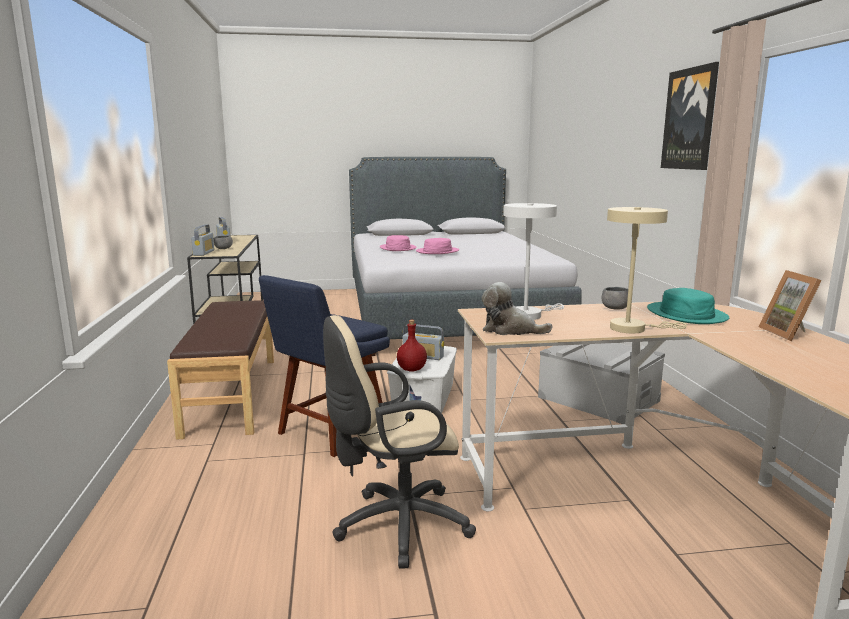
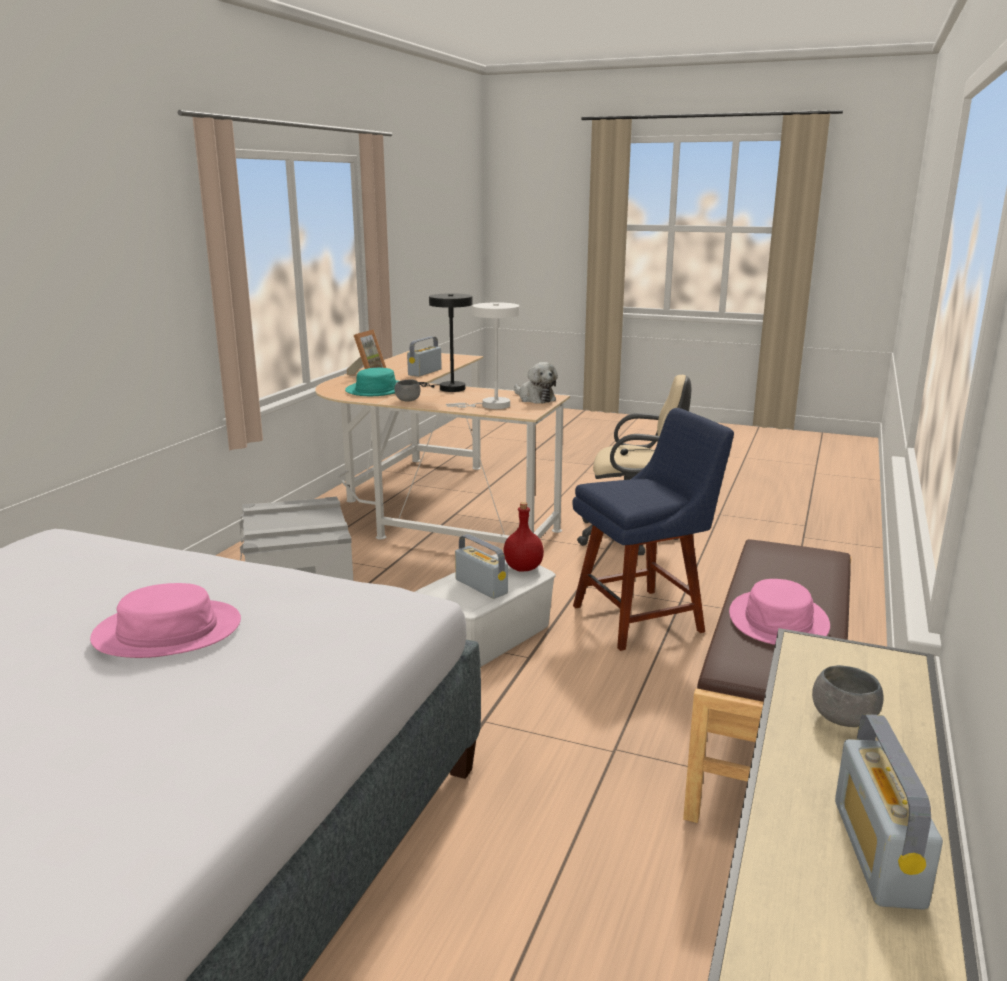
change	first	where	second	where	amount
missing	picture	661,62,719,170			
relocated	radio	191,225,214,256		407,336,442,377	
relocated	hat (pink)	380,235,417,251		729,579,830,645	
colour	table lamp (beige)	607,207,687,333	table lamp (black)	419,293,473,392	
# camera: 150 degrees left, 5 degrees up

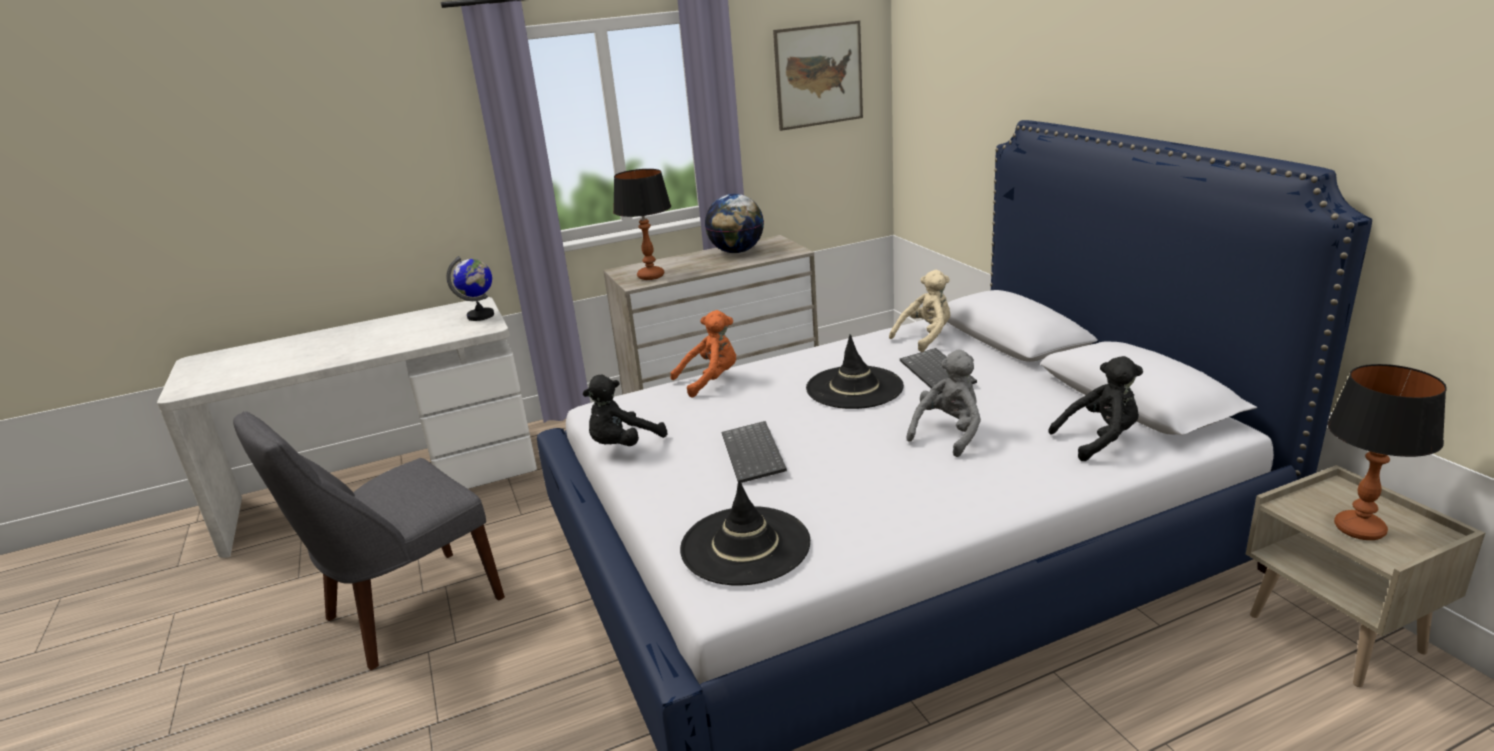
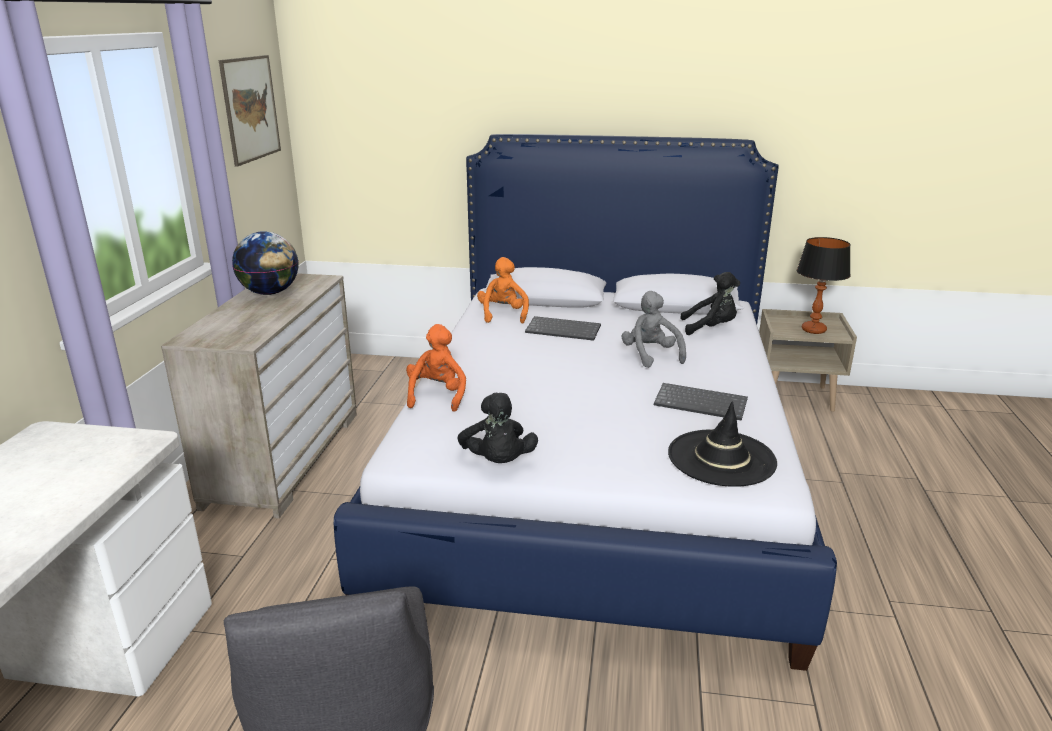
change	first	where	second	where	amount
missing	globe	446,256,494,321			
missing	table lamp	613,169,671,280			
missing	hat (black)	806,334,904,409			
relocated	keyboard	721,421,787,483		654,383,748,421	
colour	plush toy (beige)	889,270,950,352	plush toy (orange)	477,257,529,323	
spun	plush toy (black)	1048,356,1143,461		680,272,740,335	75 degrees clockwise
# camera: 60 degrees left, 0 degrees up

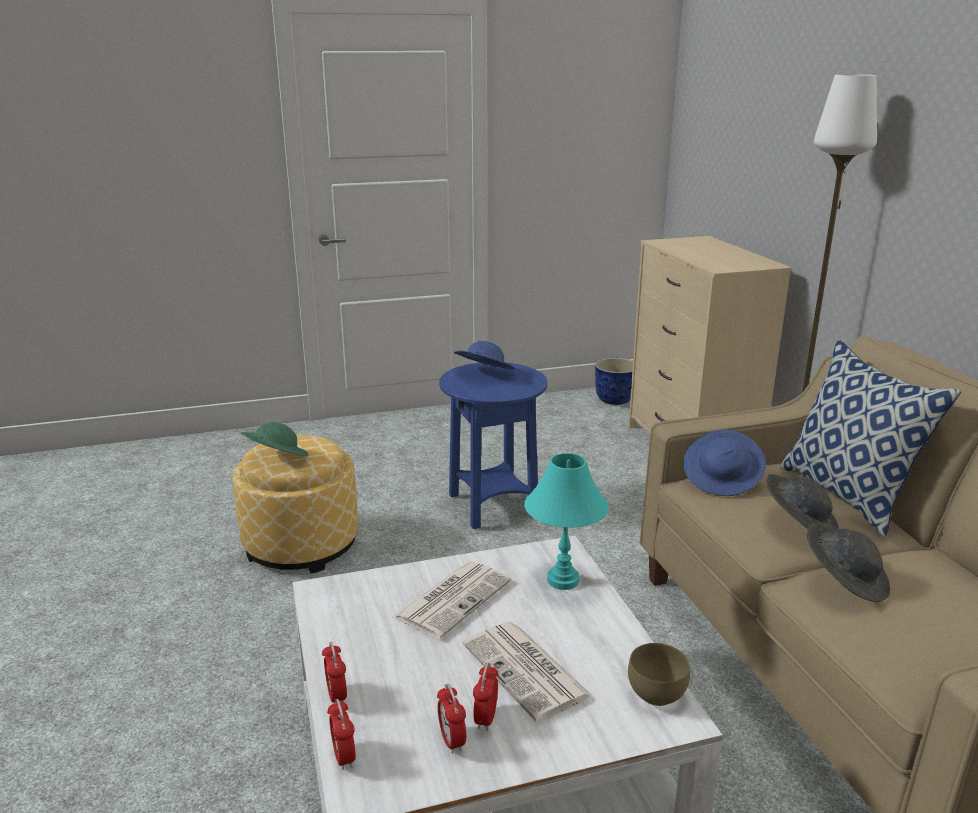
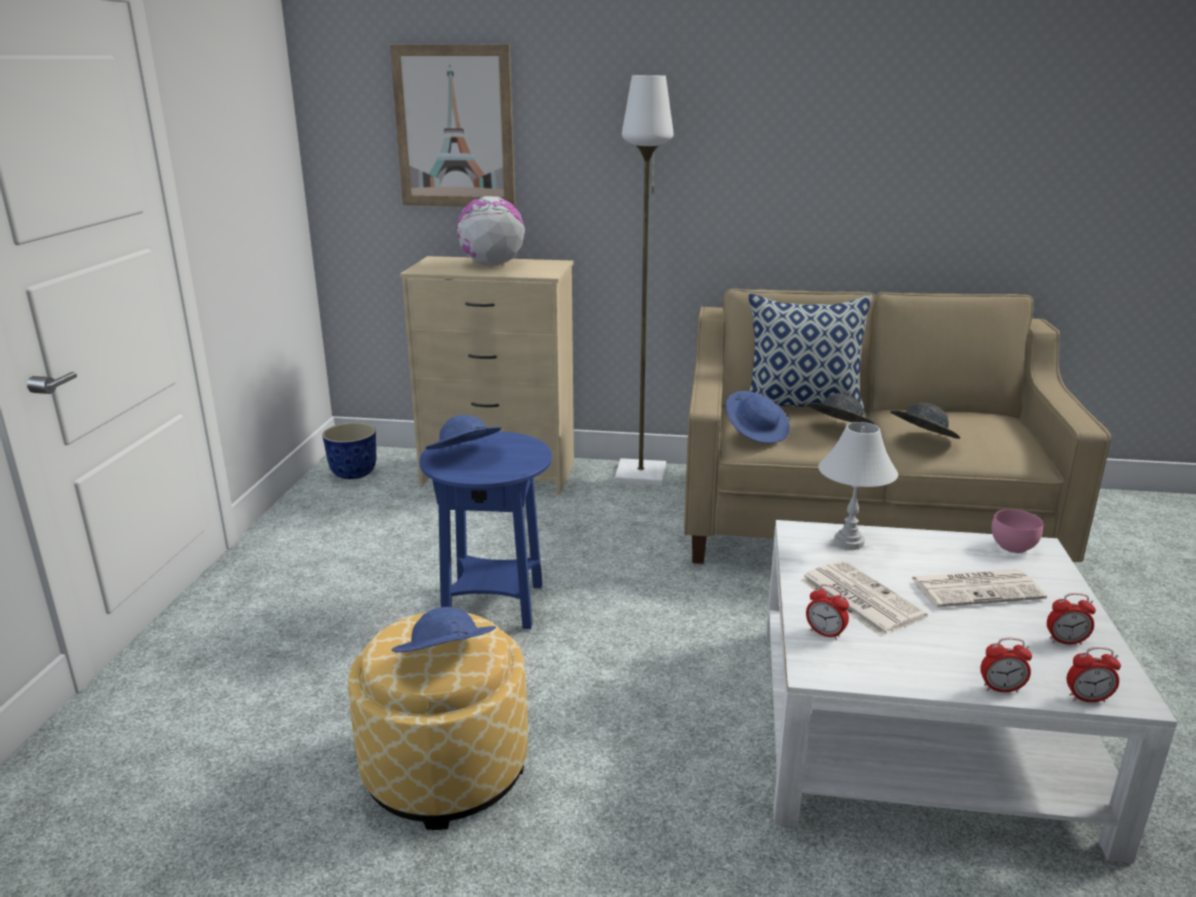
change	first	where	second	where	amount
appeared			picture	390,45,515,207	
appeared			globe	457,196,525,266	
relocated	alarm clock	473,663,499,731		806,584,849,640	
colour	hat (green)	241,422,309,456	hat (blue)	392,607,496,653	
colour	table lamp (turquoise)	524,453,609,590	table lamp (white)	818,422,898,550	
colour	bowl (brown)	628,643,690,706	bowl (pink)	991,509,1043,553	
# camera: 65 degrees left, 0 degrees up

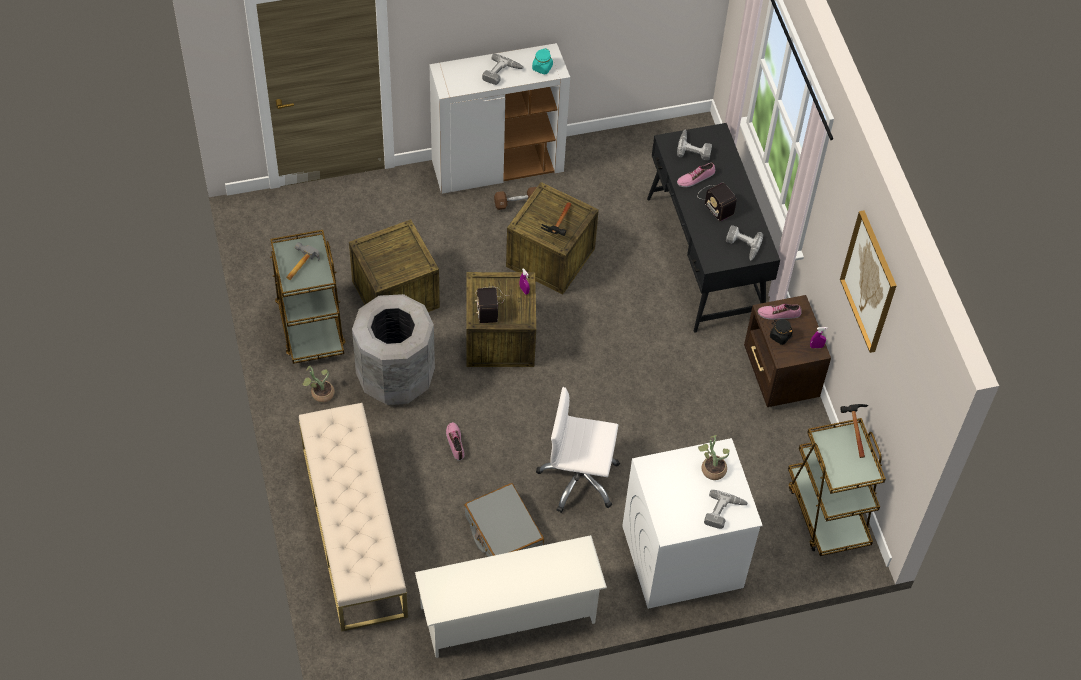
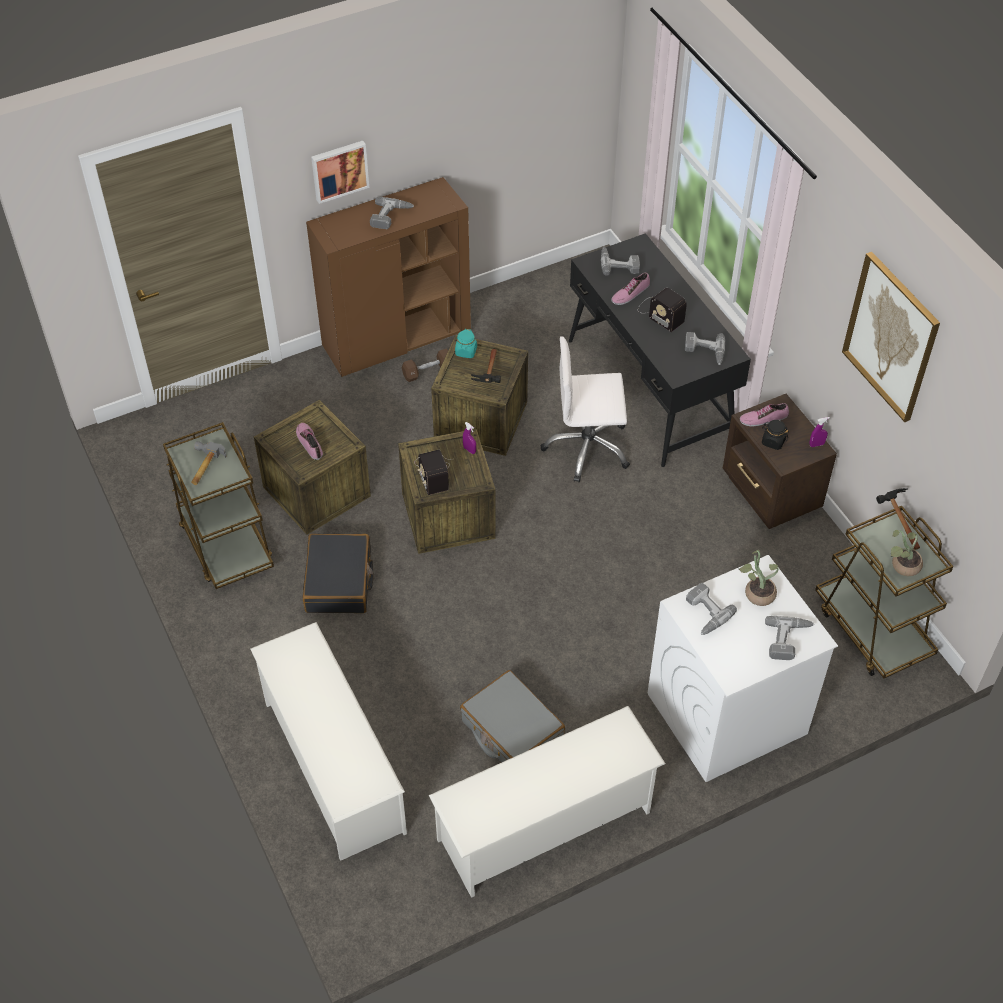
change	first	where	second	where	amount
appeared			picture	311,141,369,204	
appeared			power drill	686,583,737,635	
relocated	potted plant	302,366,335,403		890,530,923,577	
relocated	shoe	446,422,465,461		296,423,323,460	
relocated	jar (turquoise)	532,48,553,75		455,329,477,358	
relocated	office chair (white)	536,387,620,513		541,336,630,482	
exchanged	bench (beige)	299,403,408,632	shoe rack (white)	251,622,407,861	
exchanged	trash can (grey)	352,294,435,405	suitcase (black)	303,534,373,613	
colour	cabinet (white)	429,43,570,194	cabinet (brown)	306,177,471,377	
# camera: 10 degrees left, 5 degrees down

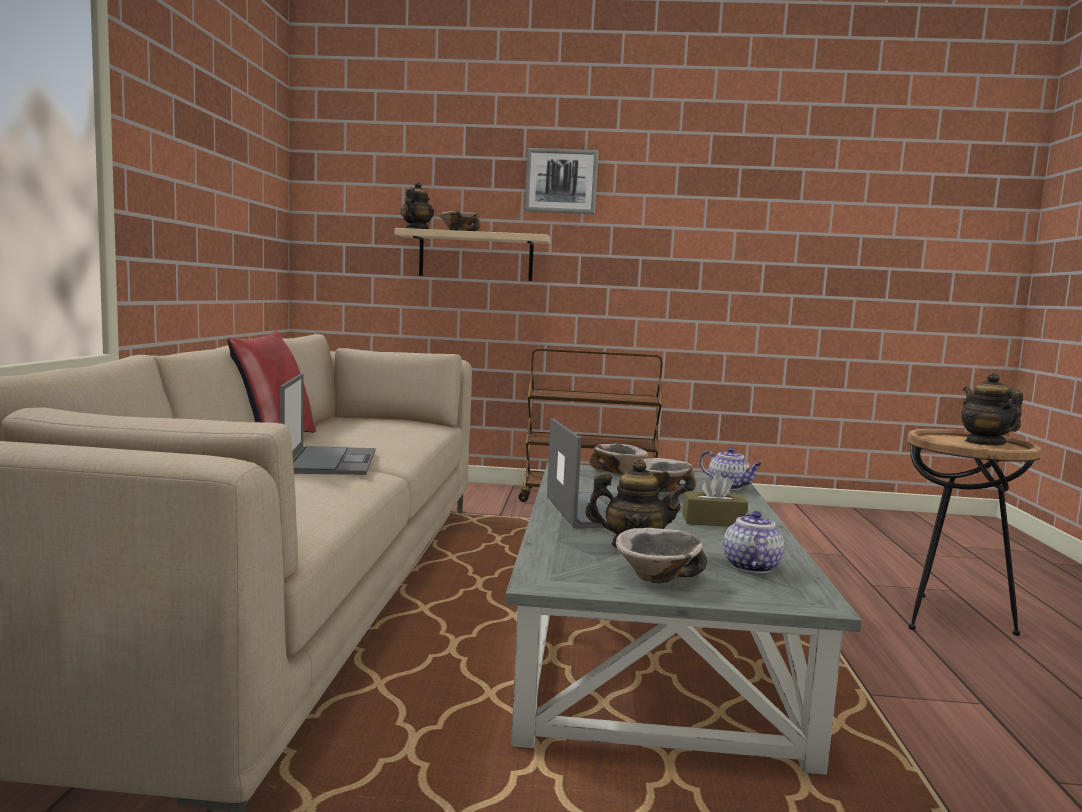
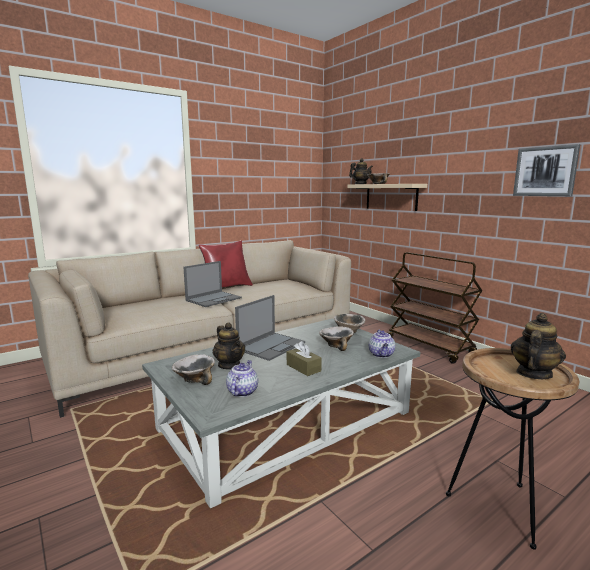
change	first	where	second	where	amount
relocated	picture	525,148,598,214		513,144,580,196	
spun	teapot	723,511,784,573		226,360,258,397	45 degrees counterclockwise
# camera: 50 degrees right, 5 degrees up

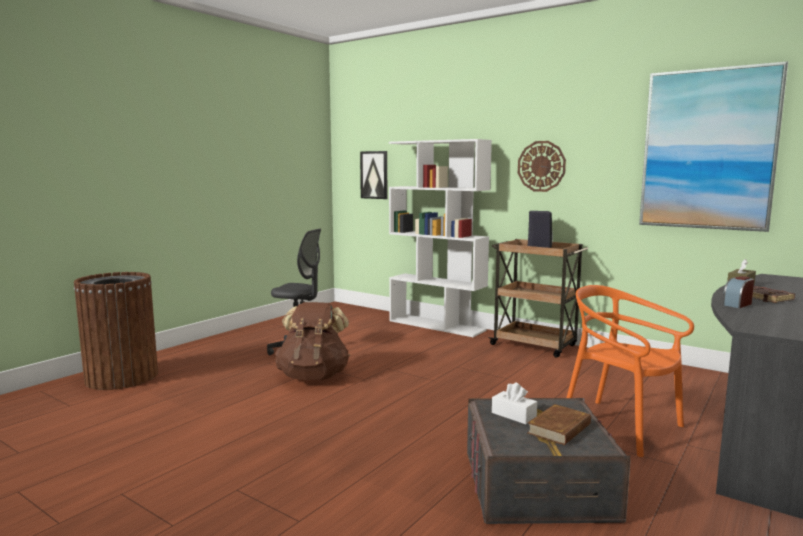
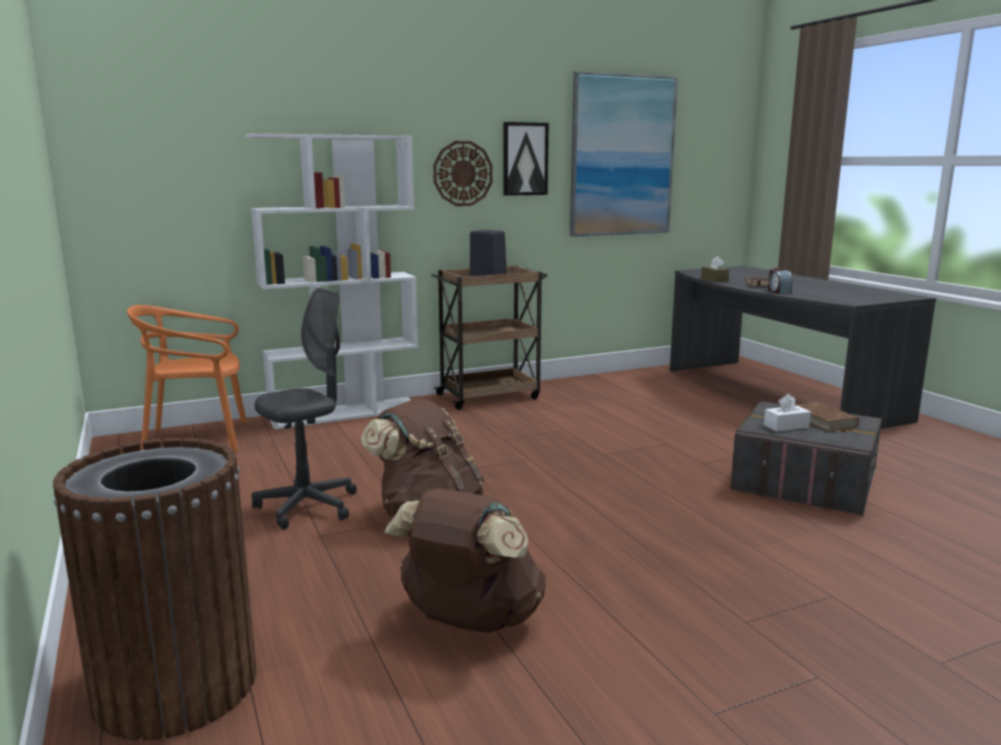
change	first	where	second	where	amount
appeared			backpack (brown)	384,488,546,633	
relocated	picture	360,151,387,199		503,122,549,196	
relocated	chair (orange)	567,285,694,457		127,305,247,452	
# camera: 60 degrees left, 5 degrees up

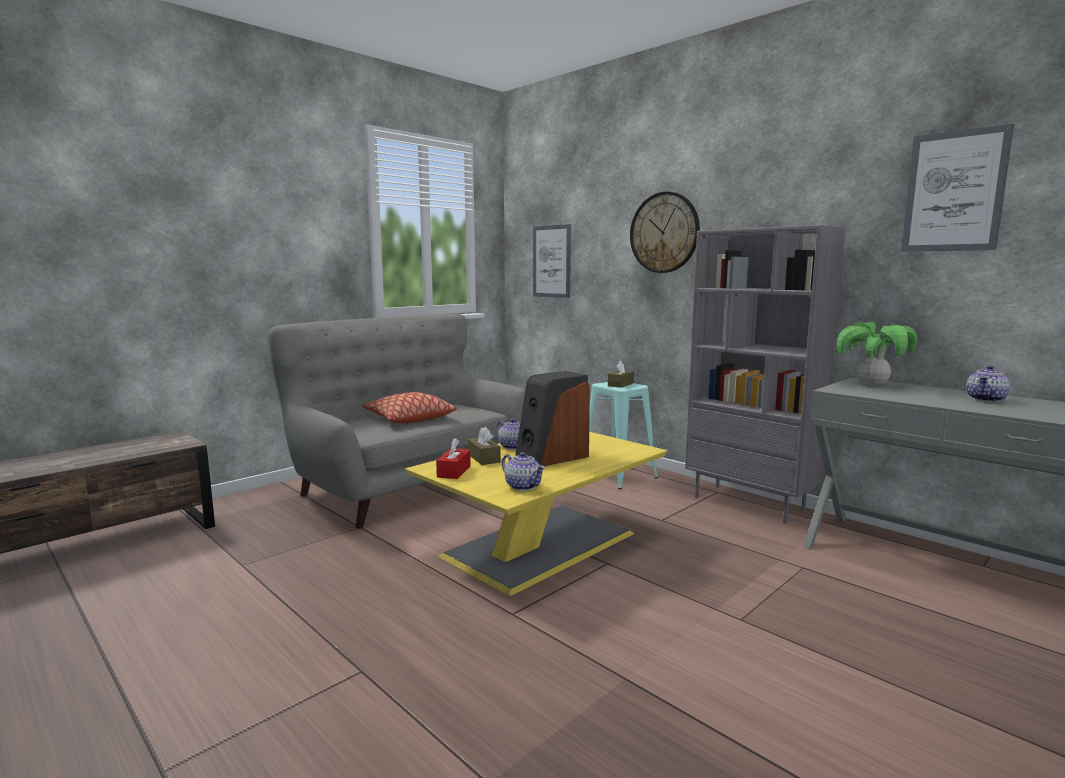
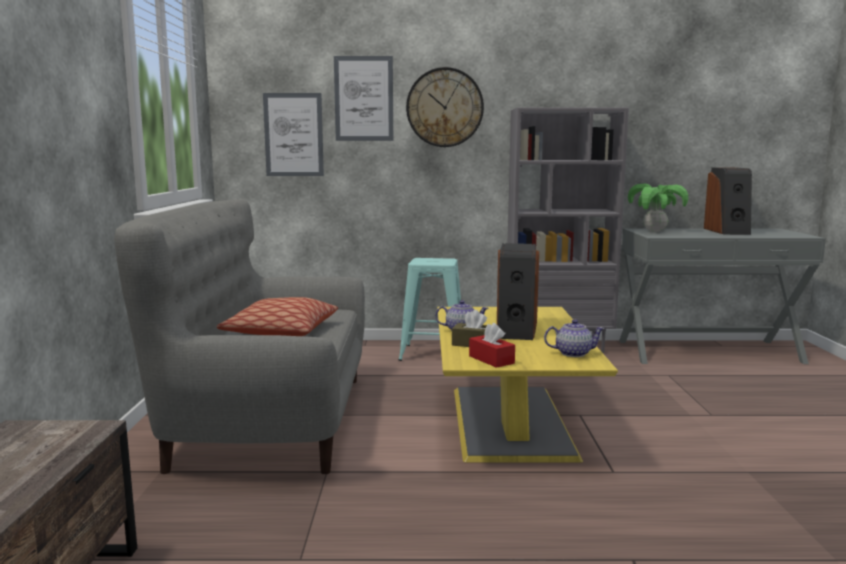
change	first	where	second	where	amount
missing	tissue box (brown)	608,360,634,388			
relocated	picture	901,123,1014,252		334,56,393,141	
exchanged	teapot	966,365,1010,402	speaker	704,168,752,235	
# camera: 45 degrees left, 0 degrees up

